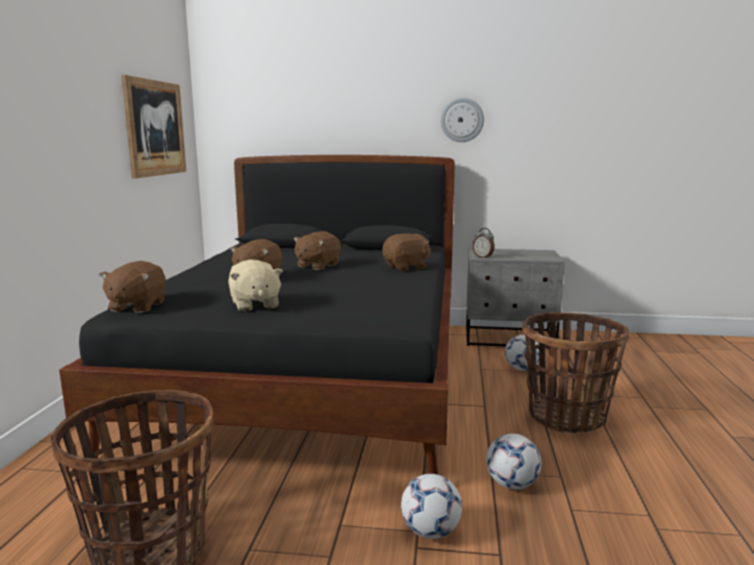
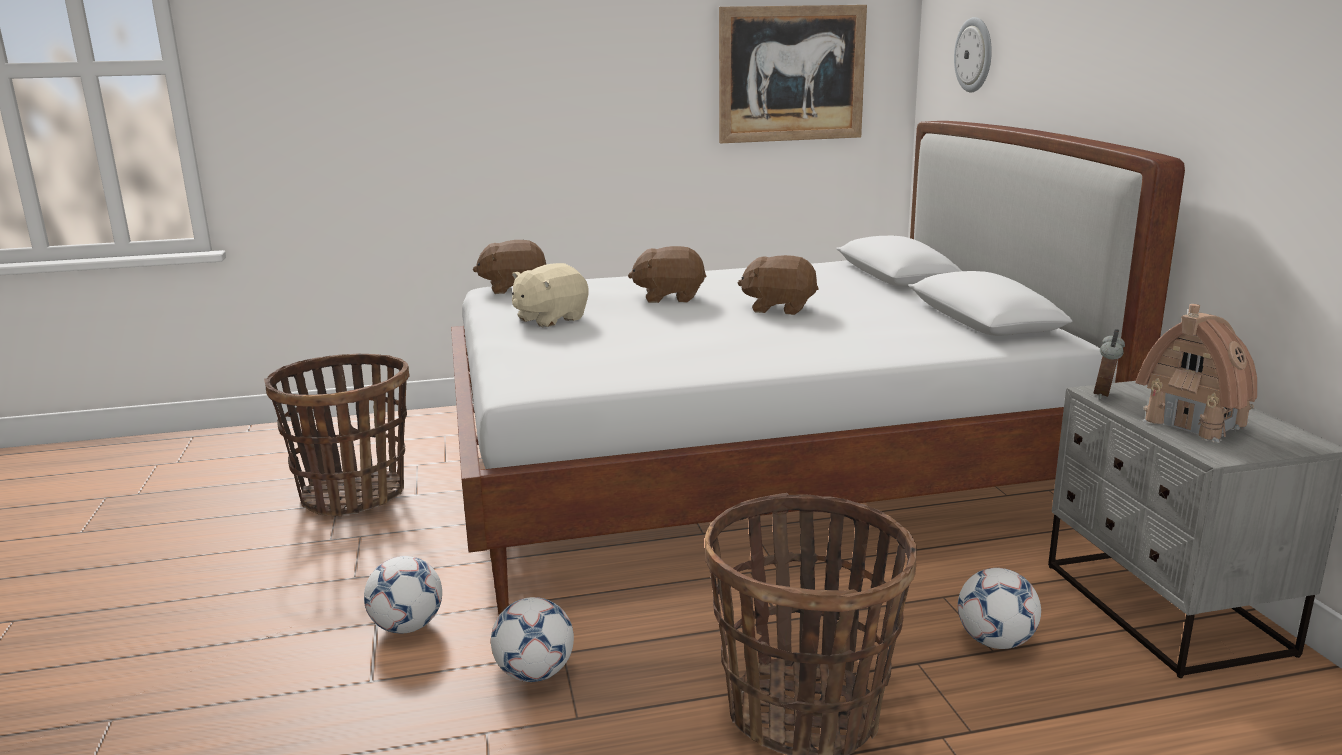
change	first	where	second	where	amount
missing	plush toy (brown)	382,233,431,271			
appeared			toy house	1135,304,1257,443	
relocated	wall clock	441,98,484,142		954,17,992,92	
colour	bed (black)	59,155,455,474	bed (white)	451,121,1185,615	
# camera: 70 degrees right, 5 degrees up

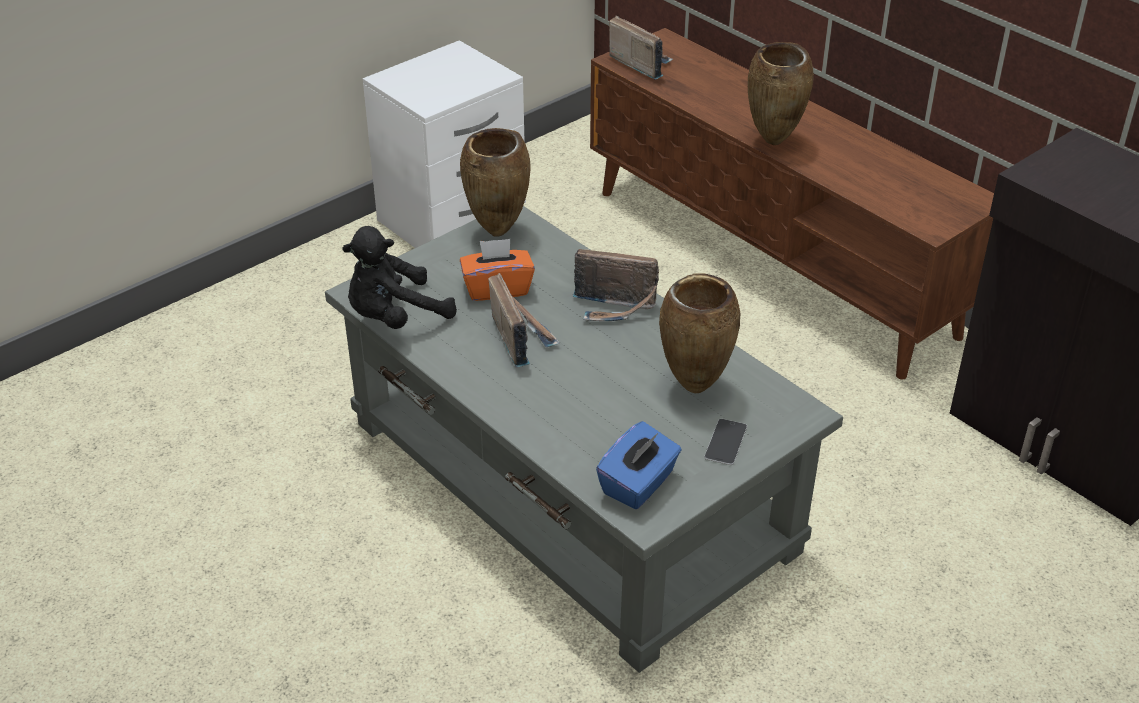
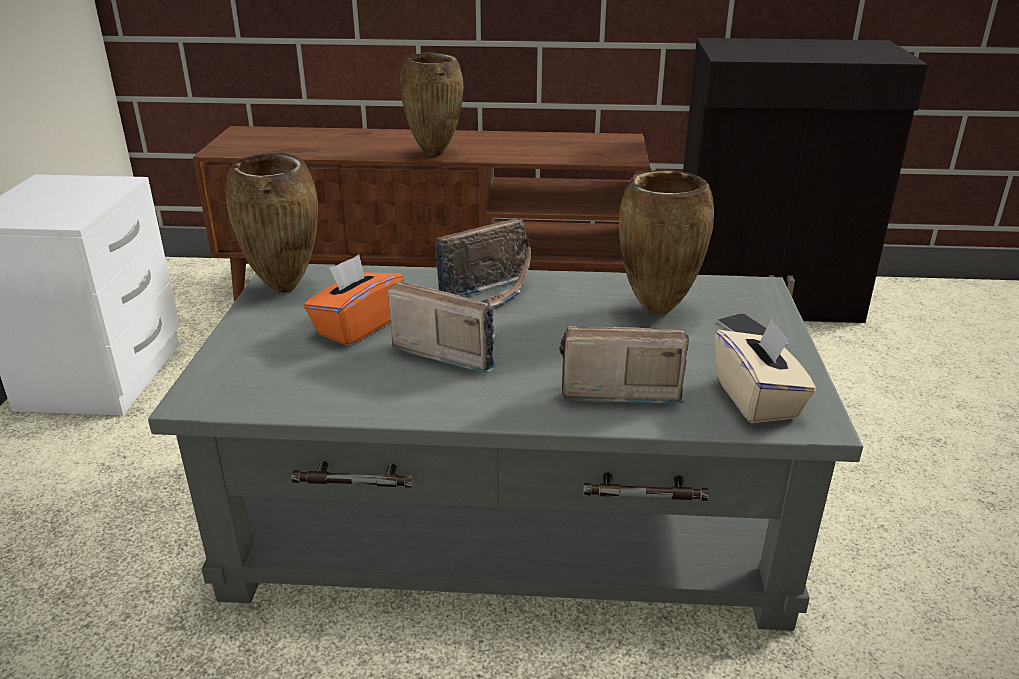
change	first	where	second	where	amount
missing	plush toy (black)	342,226,457,329			
relocated	radio	609,16,673,80		559,326,689,403	
colour	tissue box (blue)	596,421,681,509	tissue box (beige)	714,318,816,423	
# camera: 45 degrees left, 10 degrees down

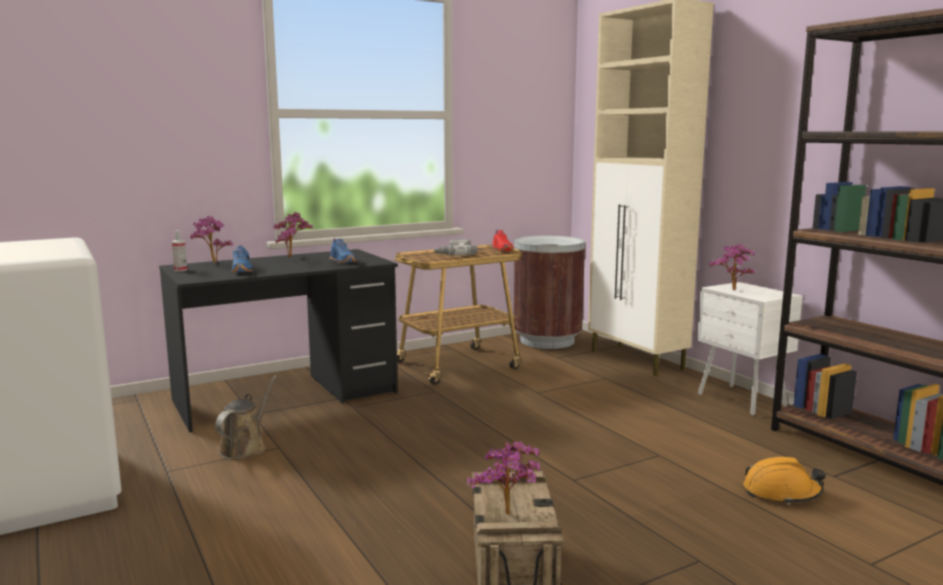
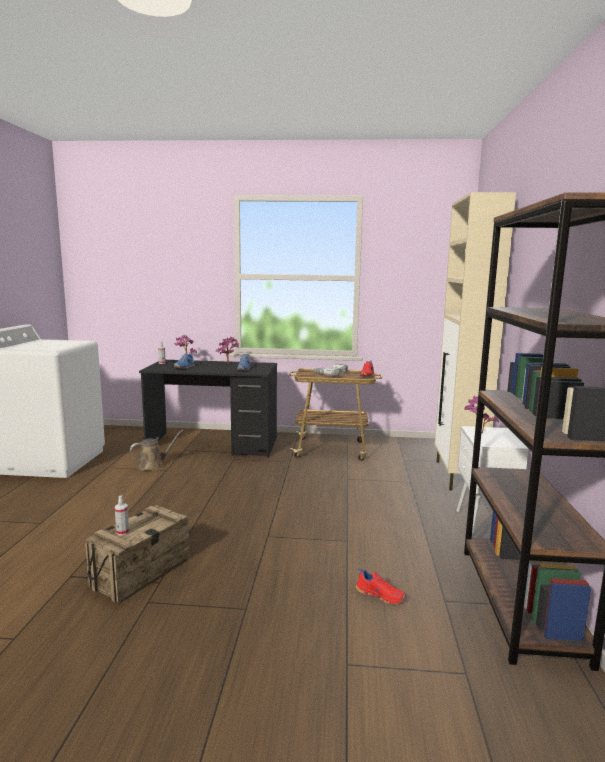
change	first	where	second	where	amount
missing	trash can (brown)	514,236,585,349			
exchanged	potted plant	467,441,540,515	spray bottle	115,496,129,536	
exchanged	hard hat (orange)	743,457,826,505	shoe (red)	356,568,405,604	
# camera: 35 degrees right, 0 degrees up

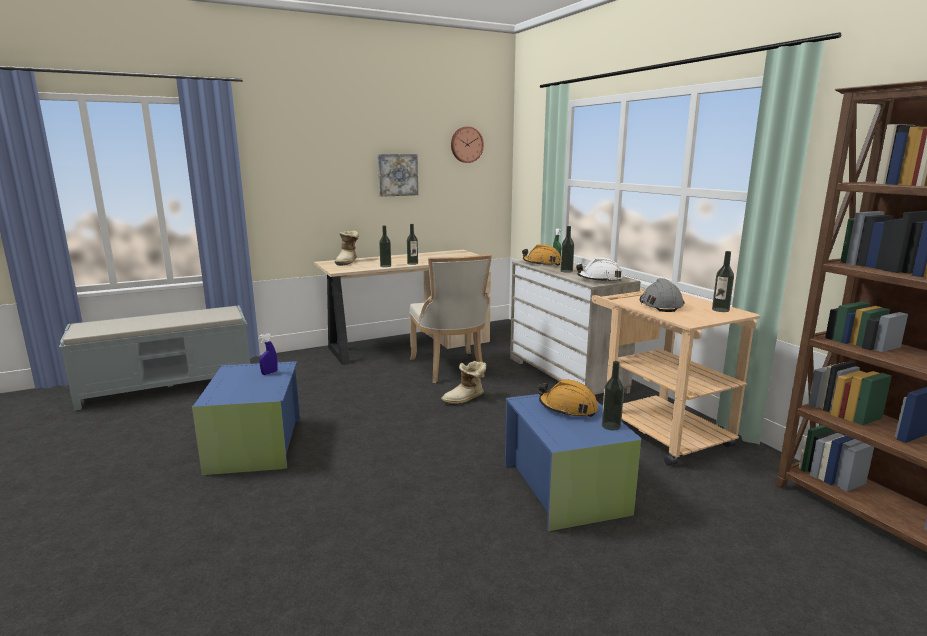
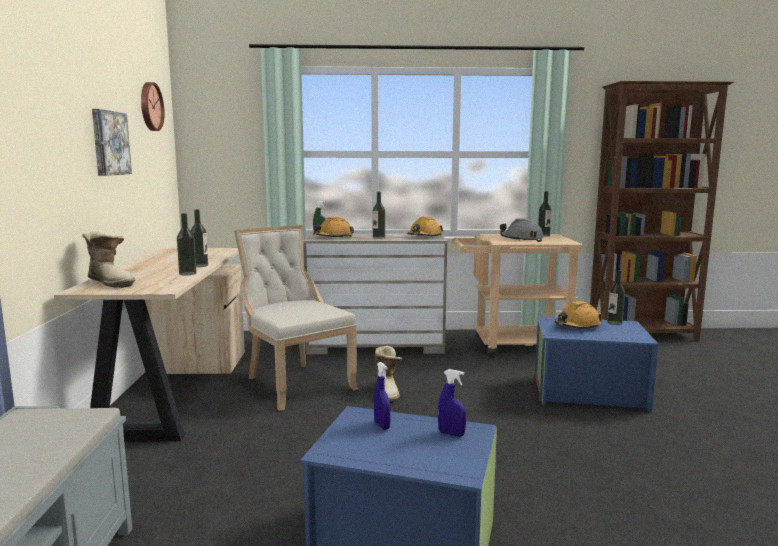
change	first	where	second	where	amount
appeared			spray bottle (blue)	438,369,466,437	
colour	hard hat (white)	576,258,623,282	hard hat (orange)	408,216,443,237	
spun	chair (beige)	409,254,492,383		234,225,358,411	135 degrees counterclockwise
# camera: 65 degrees left, 5 degrees down

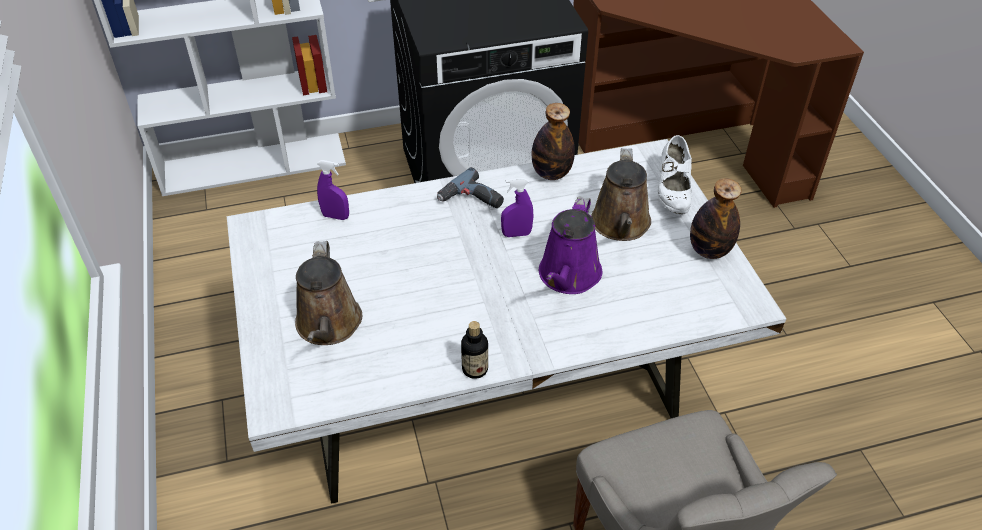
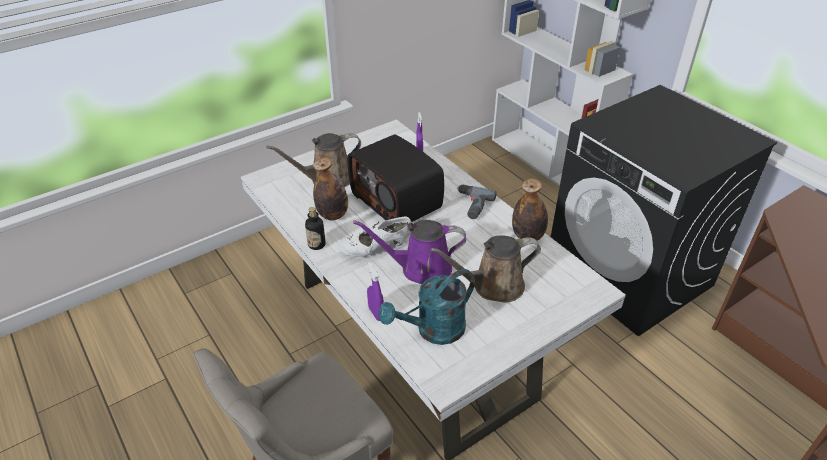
change	first	where	second	where	amount
appeared			radio	348,135,444,222	
appeared			watering can (turquoise)	378,269,475,345	
relocated	spray bottle (purple)	501,178,534,237		367,262,384,321	
relocated	shoe (white)	658,135,692,214		341,217,412,257	
relocated	bottle	690,178,742,259		313,157,348,220	
# camera: 70 degrees right, 5 degrees down

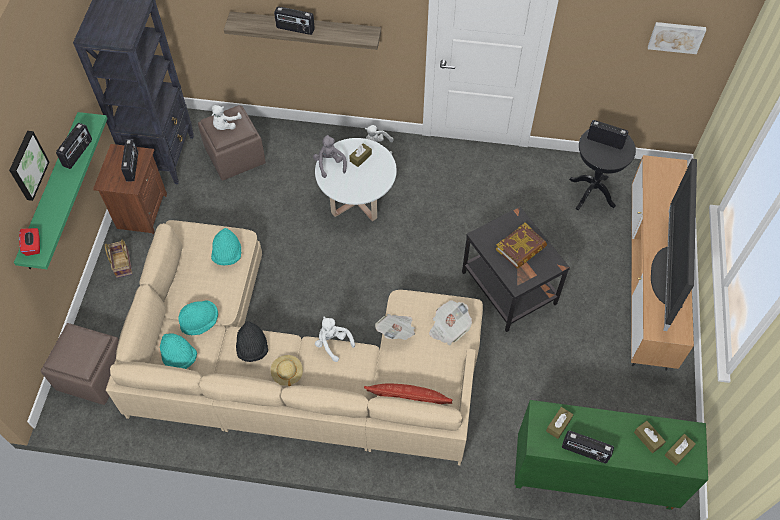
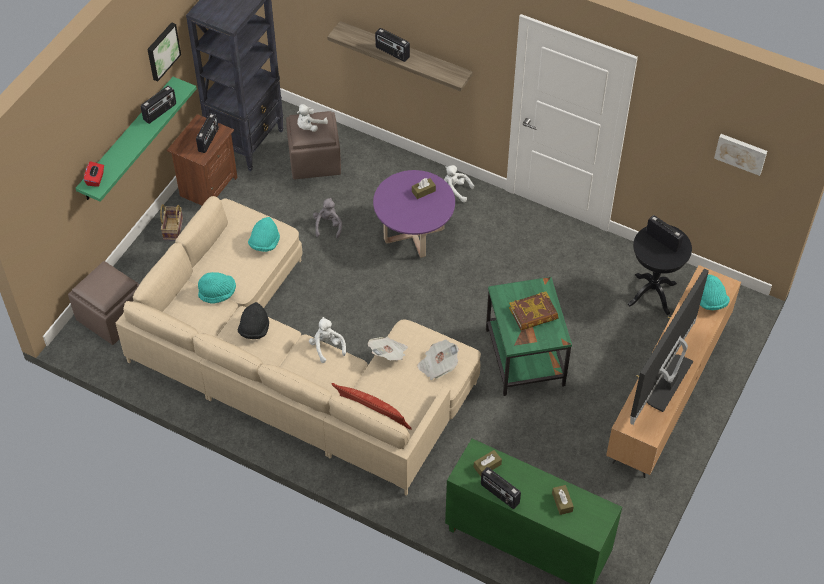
change	first	where	second	where	amount
missing	hat (beige)	271,355,303,387			
missing	tissue box (brown)	665,434,696,465			
relocated	picture	9,131,49,201		147,22,181,82	
relocated	hat (turquoise)	160,333,197,369		700,274,730,310	
relocated	plush toy (grey)	313,135,347,178		313,198,342,238	
colour	coffee table (white)	315,138,397,221	coffee table (purple)	373,170,455,258	
colour	side table (black)	462,207,570,332	side table (green)	486,277,572,396	
# camera: 20 degrees right, 5 degrees down

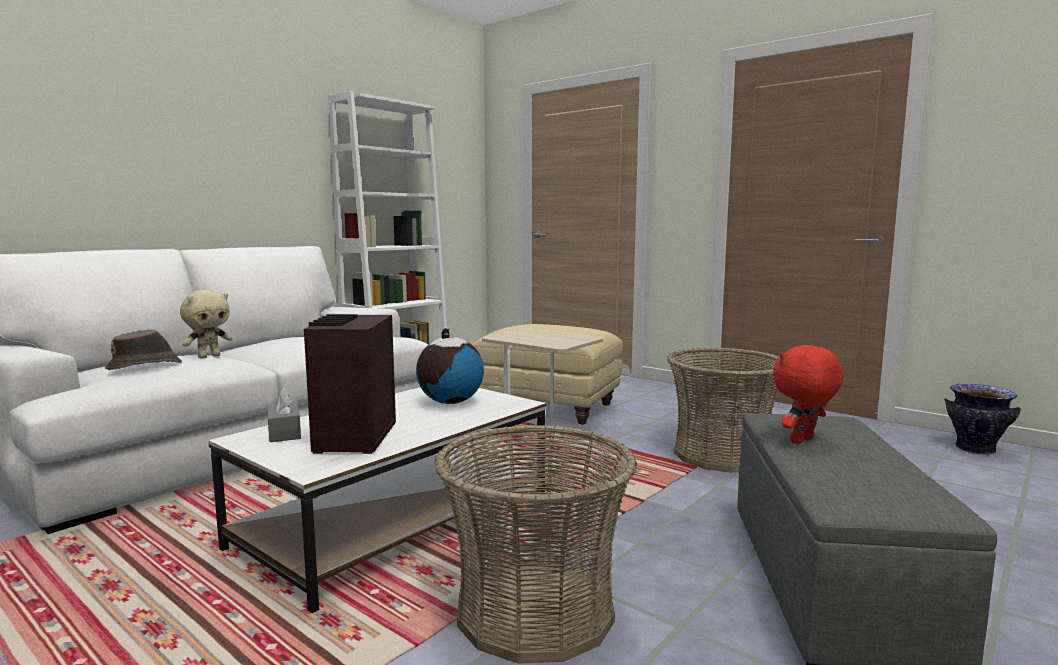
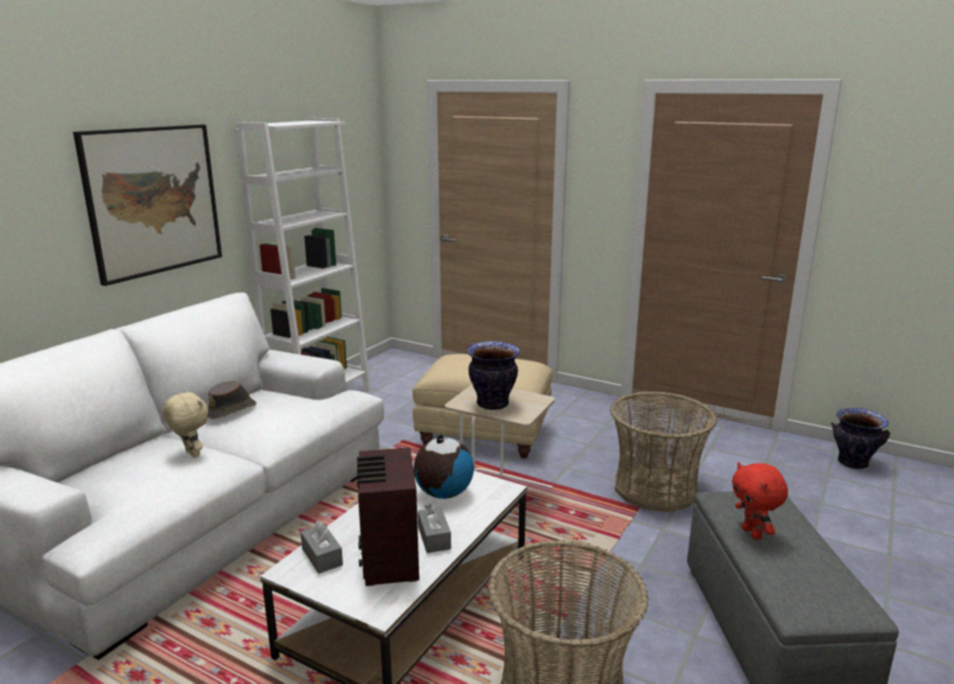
change	first	where	second	where	amount
appeared			picture	73,125,222,286	
appeared			tissue box (grey)	418,504,451,553	
appeared			vase	467,341,520,410	
relocated	hat (brown)	105,329,182,370		207,381,257,419	
spun	plush toy (beige)	180,290,232,359		163,390,208,458	75 degrees counterclockwise
spun	plush toy (red)	773,345,844,444		732,462,788,540	60 degrees counterclockwise
# camera: 10 degrees left, 10 degrees up

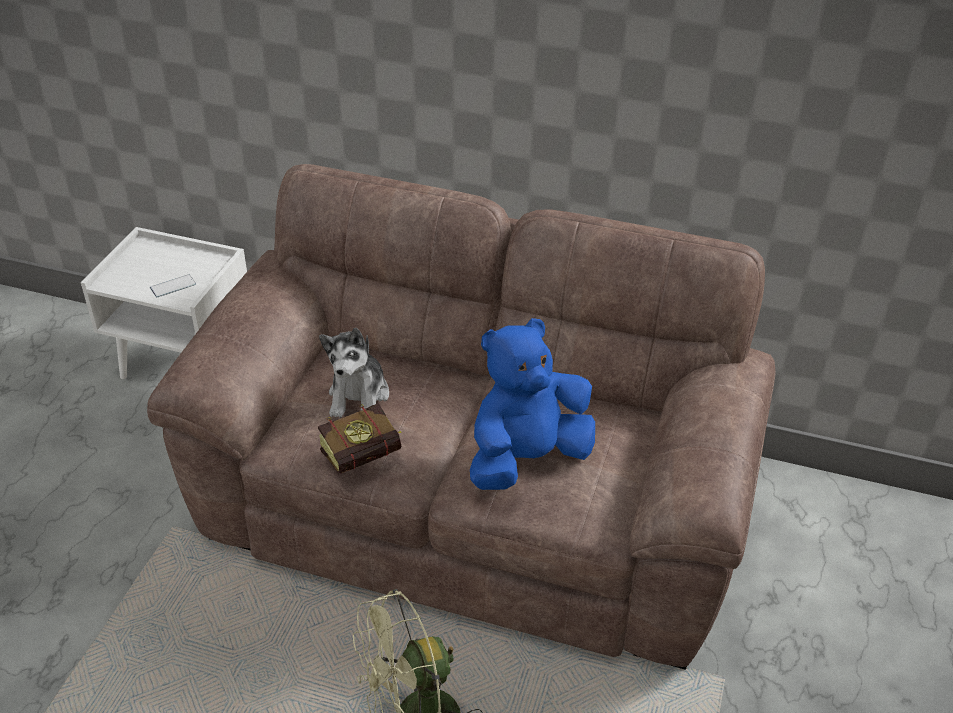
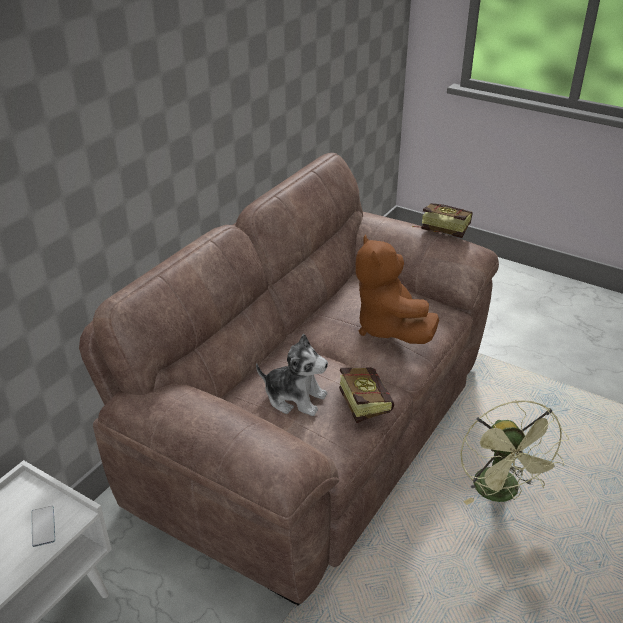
change	first	where	second	where	amount
appeared			book	412,203,473,238	
colour	plush toy (blue)	470,318,595,490	plush toy (brown)	356,234,439,344	
# camera: 75 degrees left, 5 degrees down

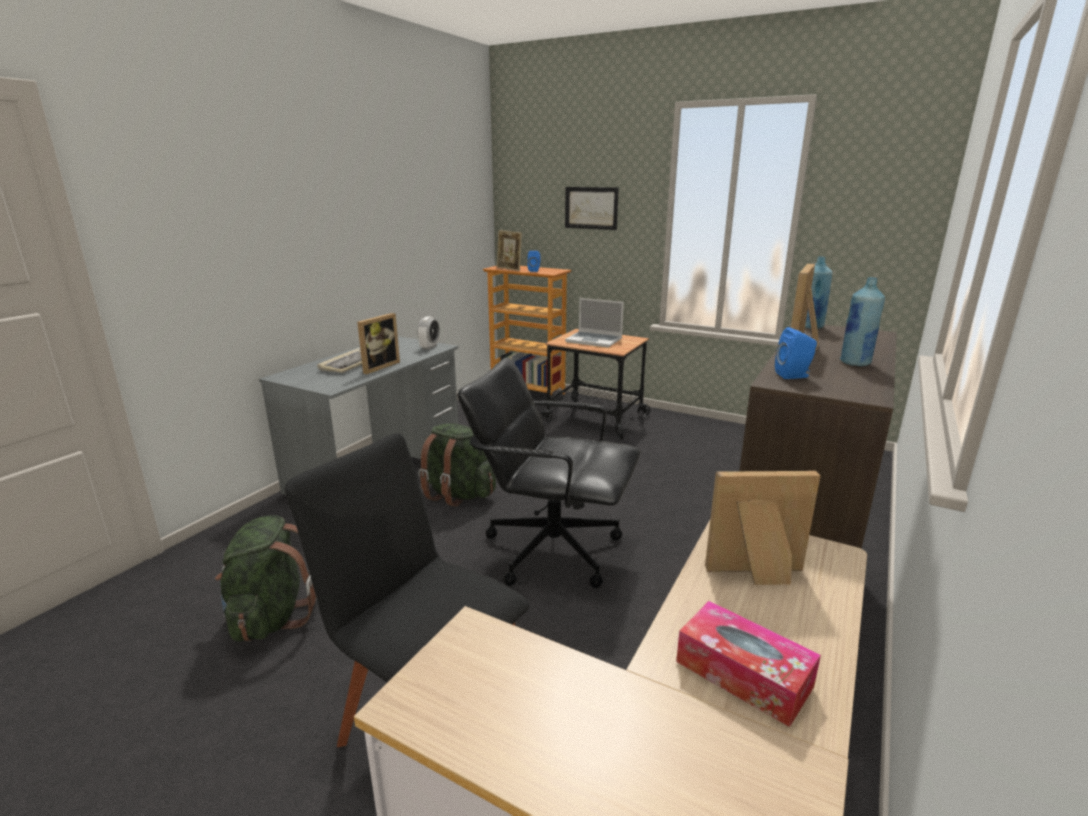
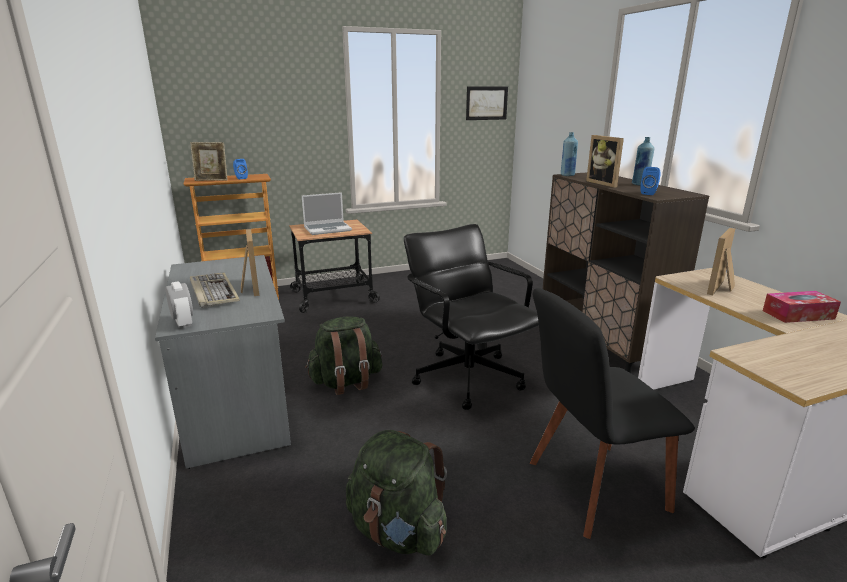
change	first	where	second	where	amount
relocated	alarm clock	417,316,440,350		165,281,193,329	
relocated	picture	565,187,619,230		466,86,508,120	
spun	office chair (black)	458,357,641,588		404,224,539,410	90 degrees clockwise
# camera: 50 degrees left, 0 degrees up

